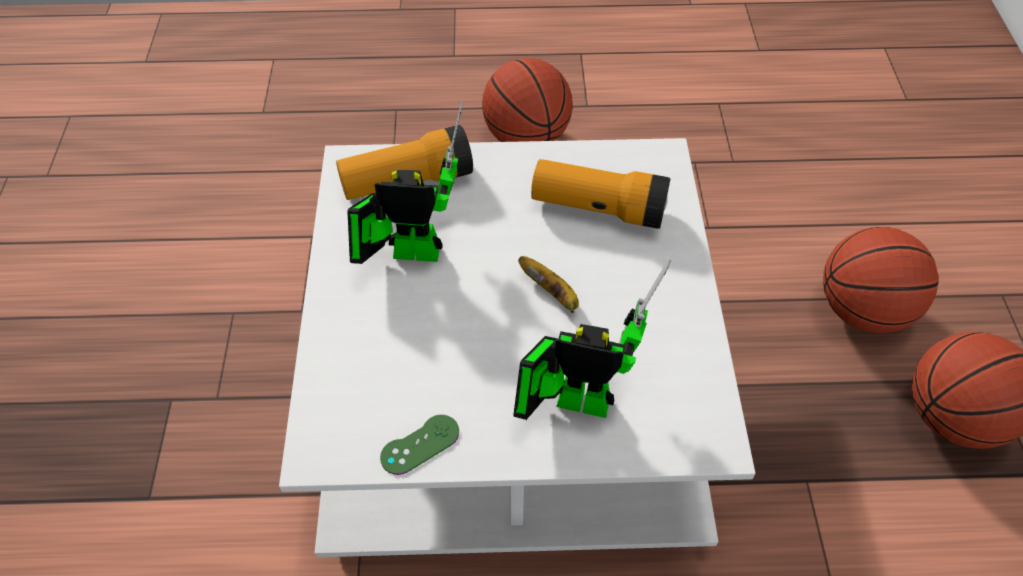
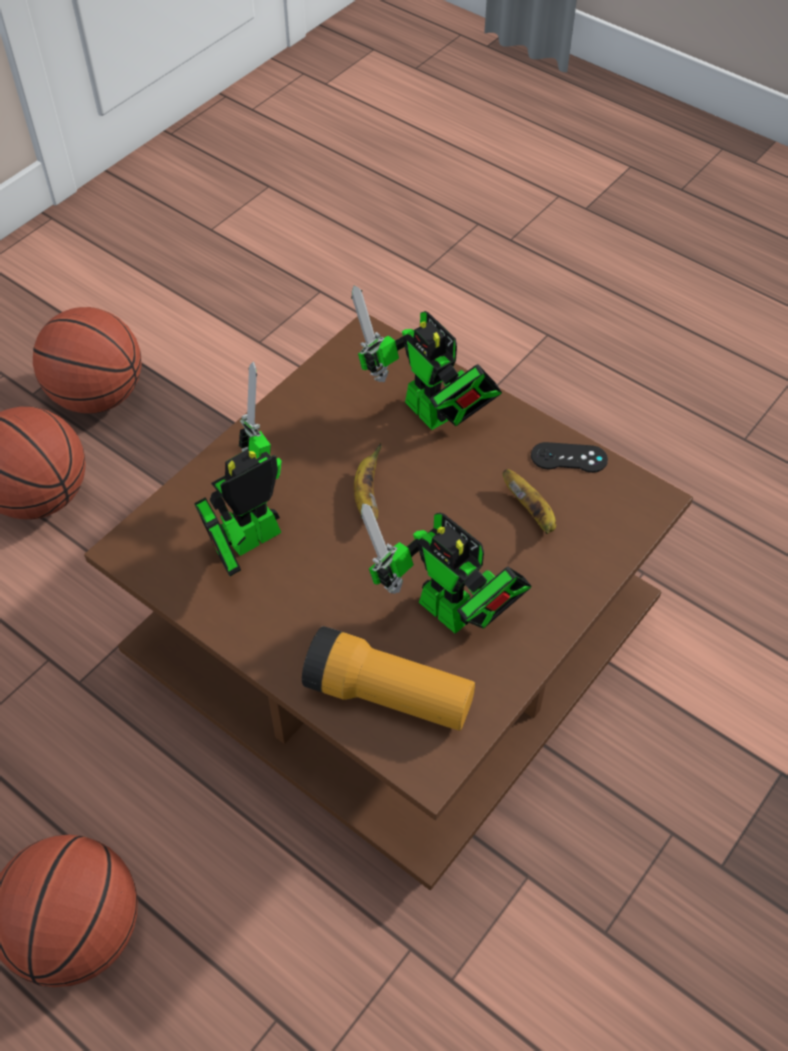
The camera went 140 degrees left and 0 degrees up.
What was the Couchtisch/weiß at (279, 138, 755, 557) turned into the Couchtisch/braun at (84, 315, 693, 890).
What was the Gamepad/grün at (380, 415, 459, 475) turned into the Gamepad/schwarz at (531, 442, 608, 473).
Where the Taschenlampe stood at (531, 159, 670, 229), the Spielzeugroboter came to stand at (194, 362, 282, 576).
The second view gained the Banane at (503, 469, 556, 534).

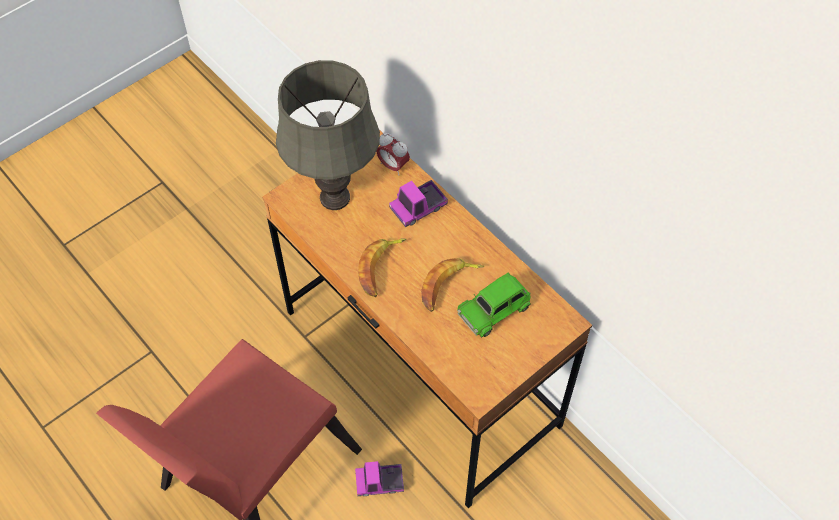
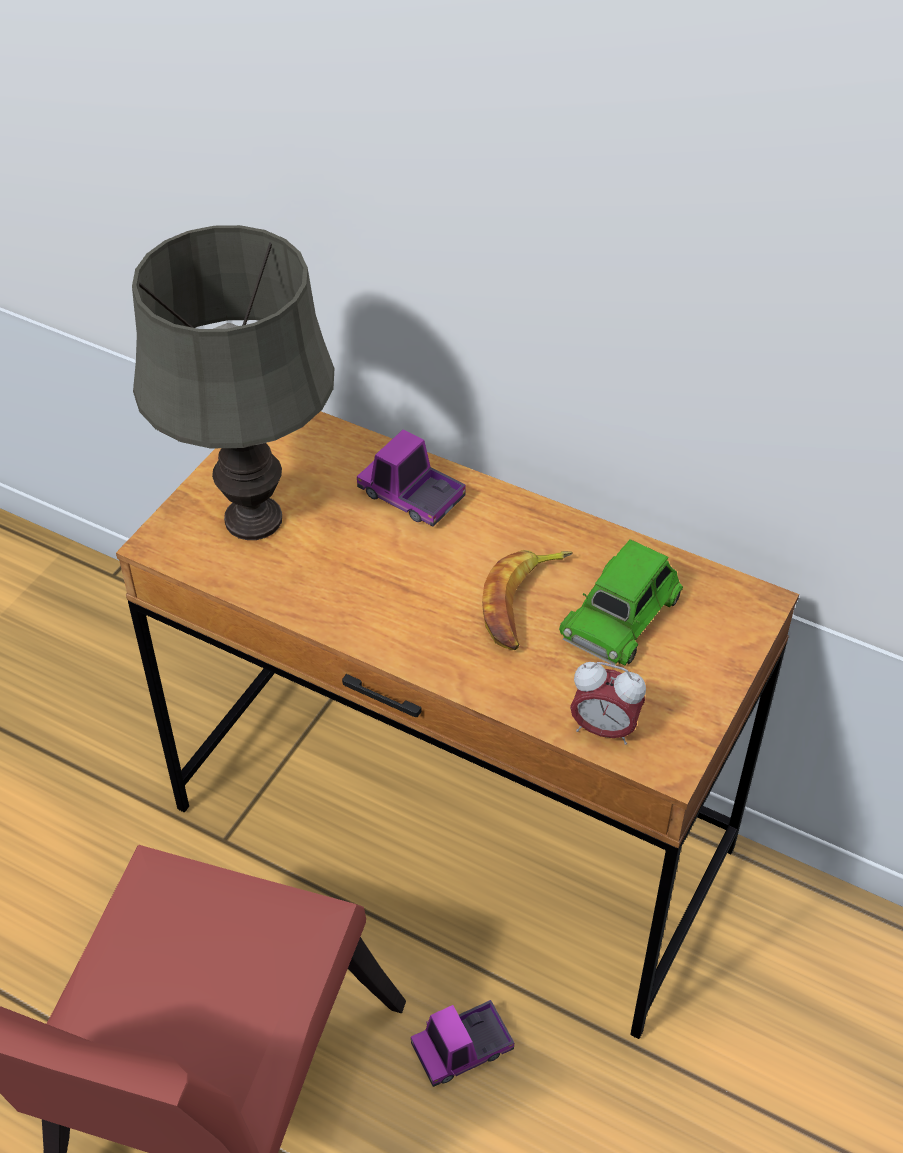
The camera went 20 degrees left and 10 degrees down.
The second view lost the Banane at (358, 238, 407, 297).
The Wecker ended up elsewhere, having gone from (376, 133, 410, 175) to (570, 662, 646, 745).
The Spielzeuglaster at (389, 180, 448, 227) ended up facing another way, 90 degrees clockwise from before.

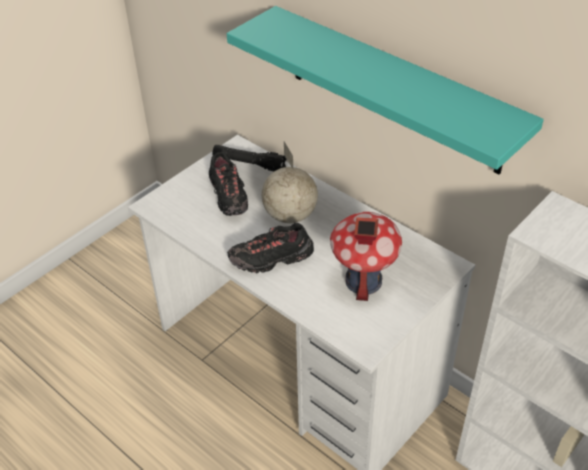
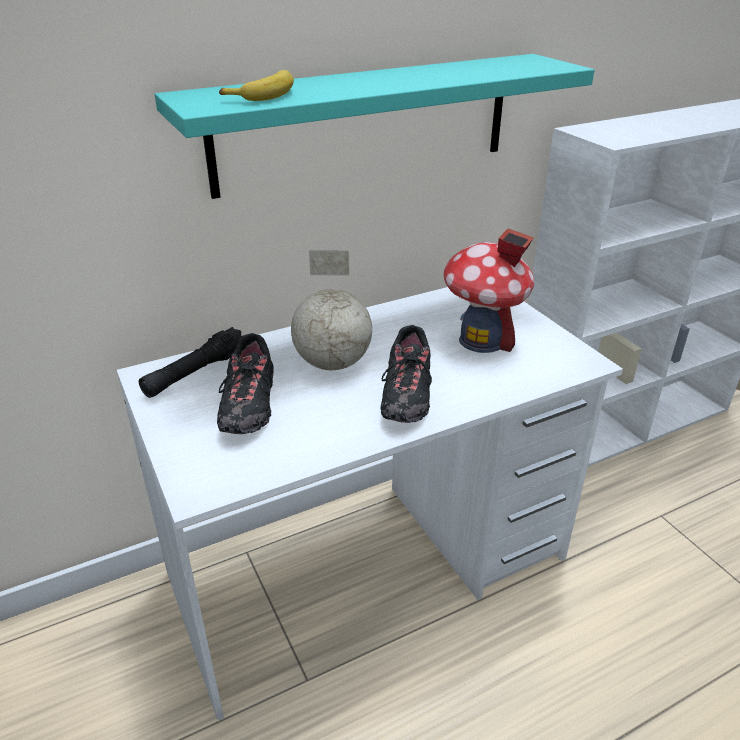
The camera went 70 degrees left and 10 degrees down.
The Schuh/schwarz at (209, 152, 248, 216) ended up facing another way, 90 degrees clockwise from before.
The second view gained the Banane at (219, 70, 294, 101).

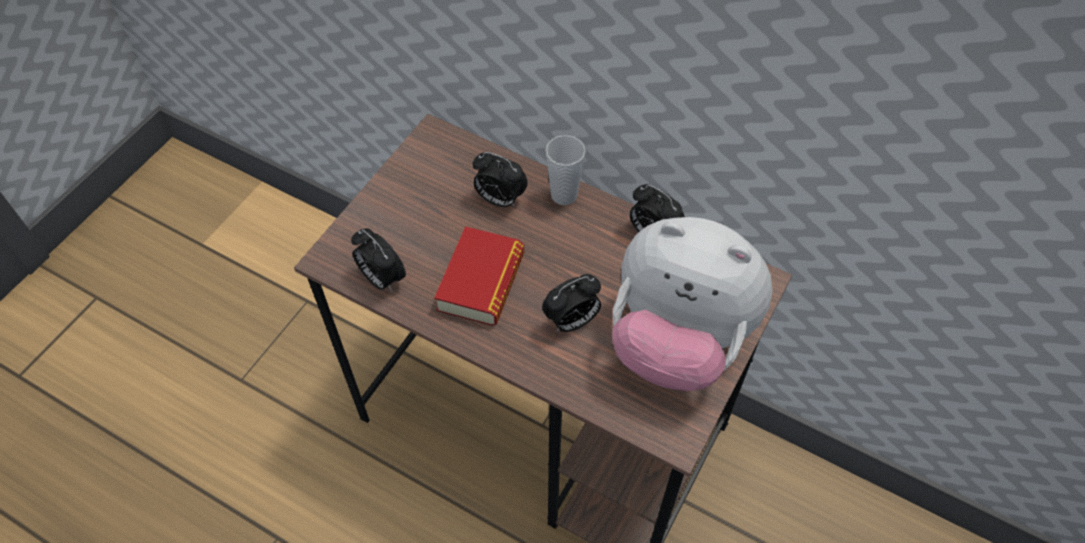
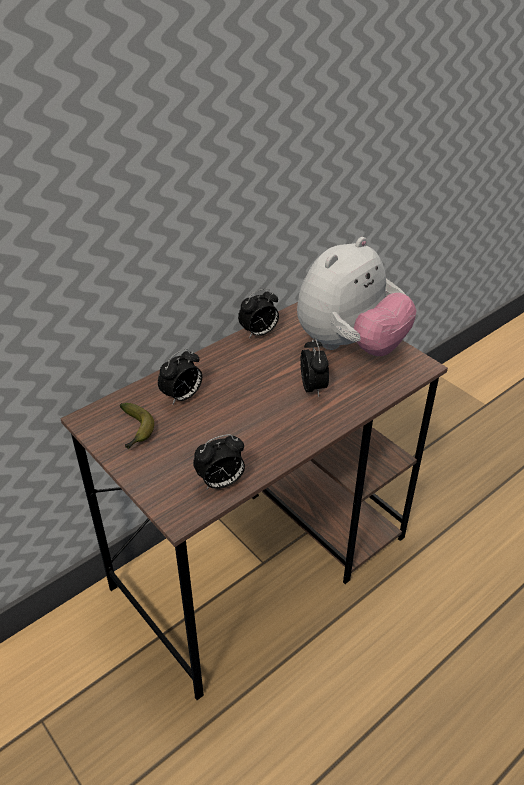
The camera went 70 degrees left and 15 degrees down.
The second view lost the Buch at (434, 226, 524, 326).
The second view lost the Tasse at (546, 135, 586, 205).
The second view gained the Banane at (120, 403, 154, 449).

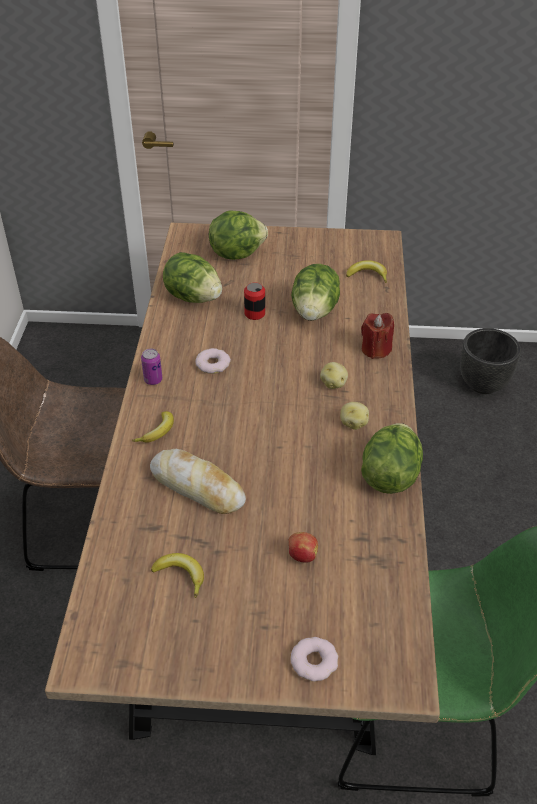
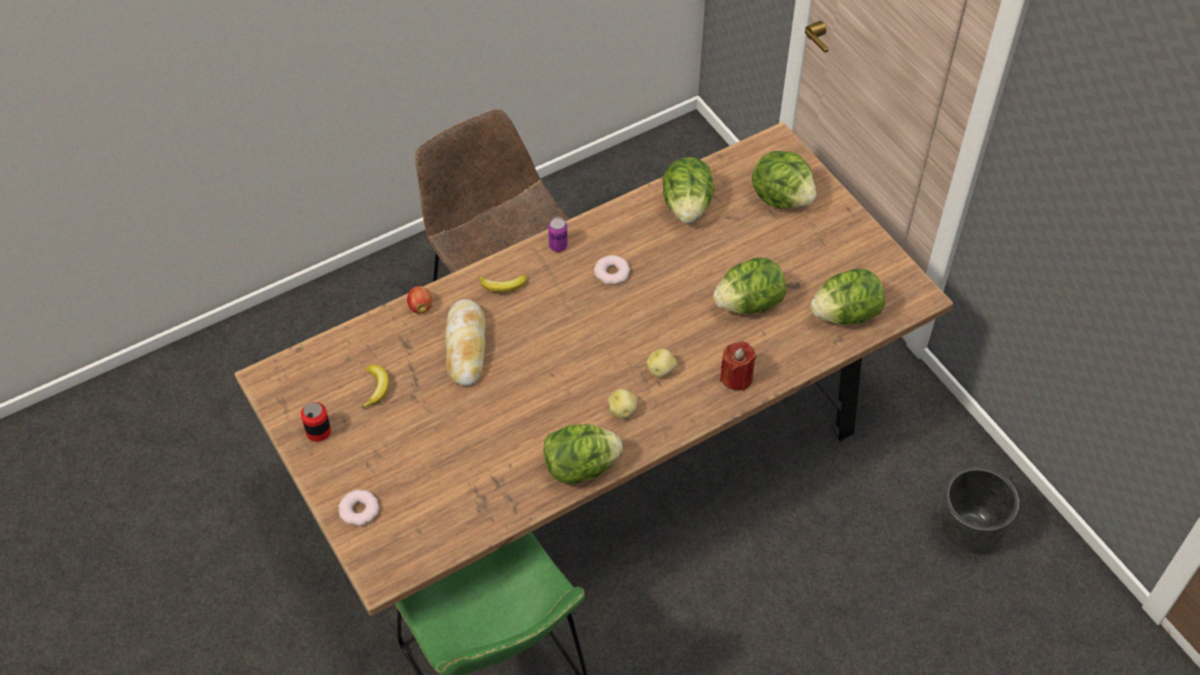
The camera went 55 degrees right and 10 degrees up.
The Dose ended up elsewhere, having gone from (244, 283, 265, 320) to (301, 402, 331, 442).
The Apfel ended up elsewhere, having gone from (289, 532, 318, 563) to (407, 286, 432, 313).
Where the Banane stood at (346, 260, 387, 283), the Salatkopf came to stand at (811, 269, 885, 325).

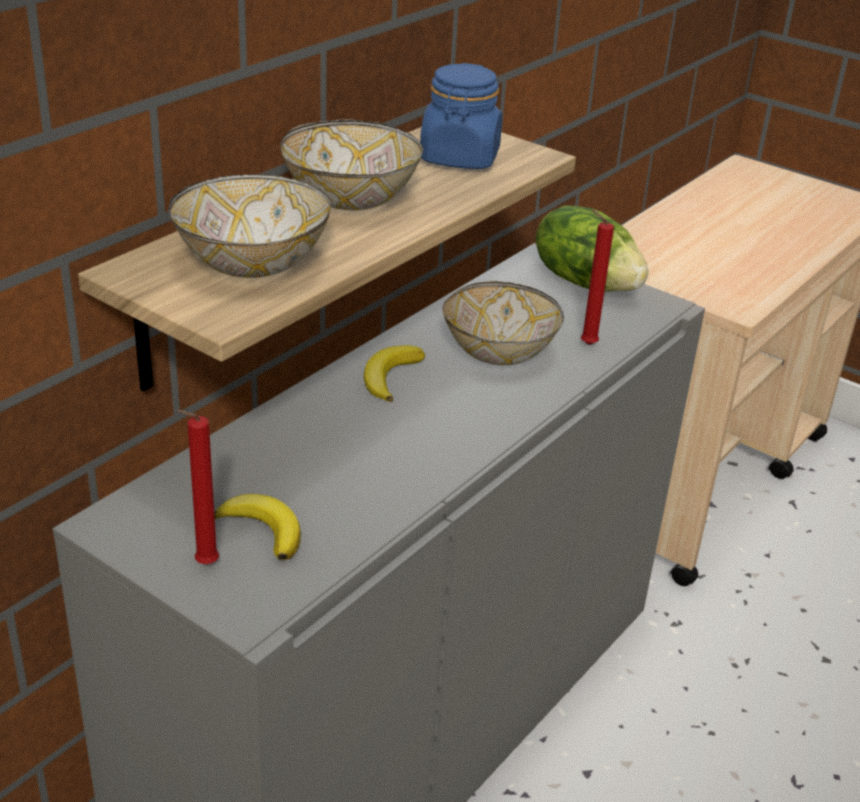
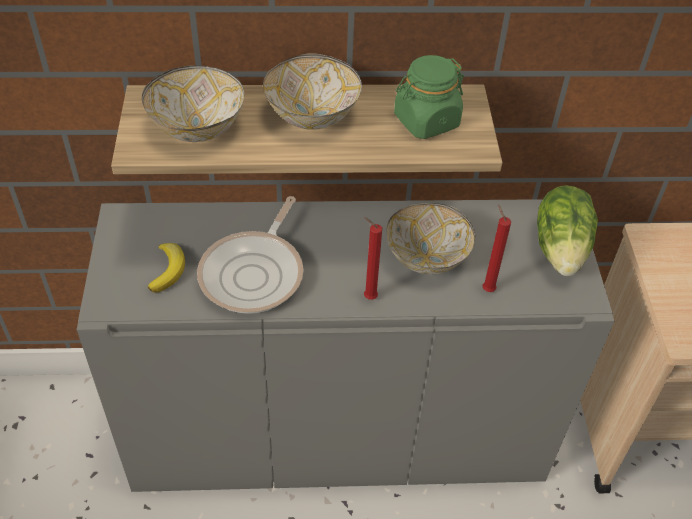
The camera went 50 degrees right and 15 degrees up.
The Kerze/rot ended up elsewhere, having gone from (177, 410, 219, 564) to (364, 217, 382, 300).
The second view lost the Banane at (364, 345, 425, 402).
What was the Vorratsglas/blau at (420, 63, 502, 169) turned into the Vorratsglas/grün at (394, 55, 464, 139).
The second view gained the Pfanne at (197, 196, 303, 314).

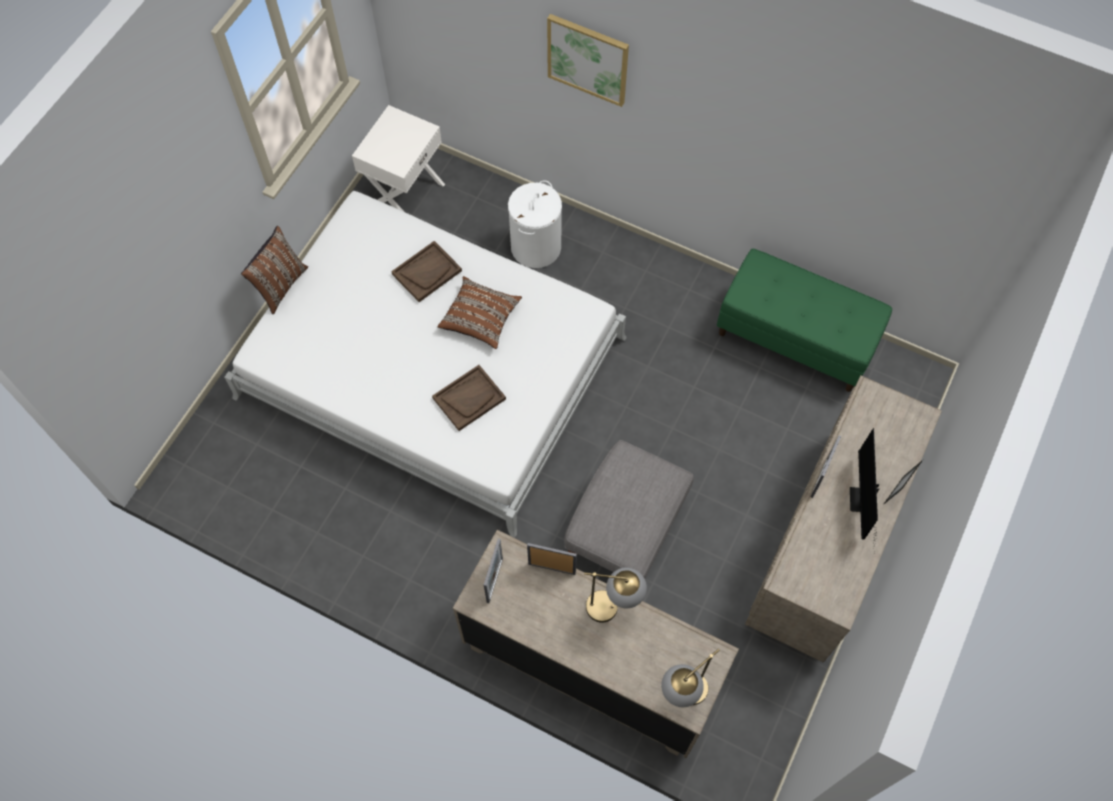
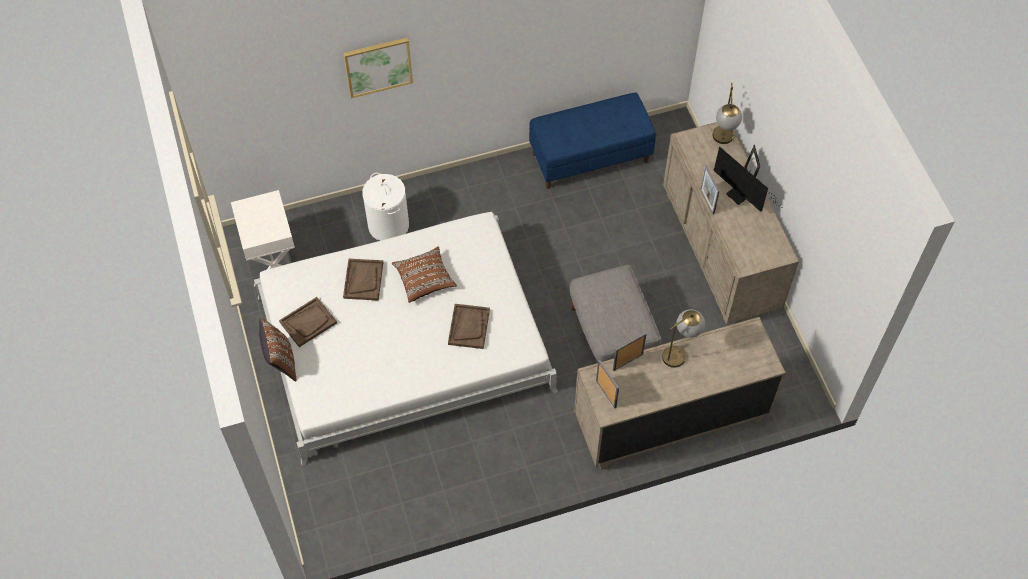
The camera went 45 degrees left and 5 degrees down.
The Tischlampe ended up elsewhere, having gone from (661, 649, 720, 707) to (713, 83, 742, 144).
What was the Bank/grün at (717, 249, 892, 392) turned into the Bank/blau at (529, 92, 656, 189).
The second view gained the Tablett/braun at (279, 297, 337, 347).

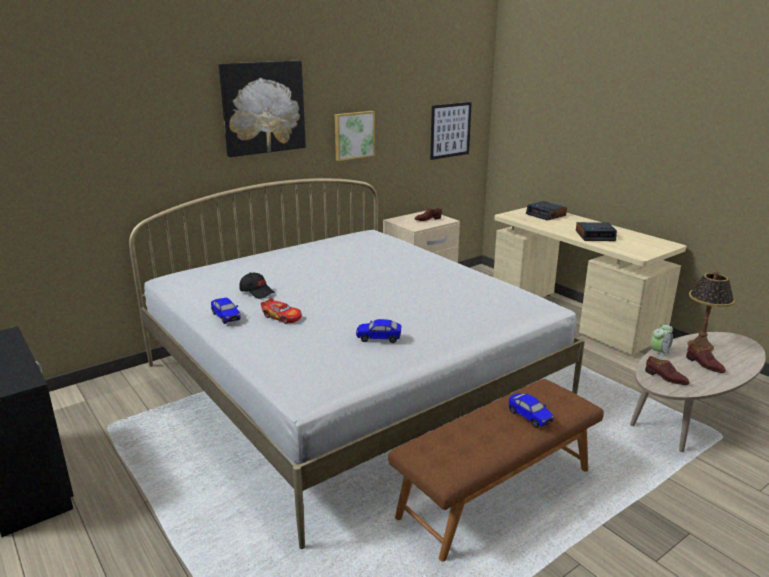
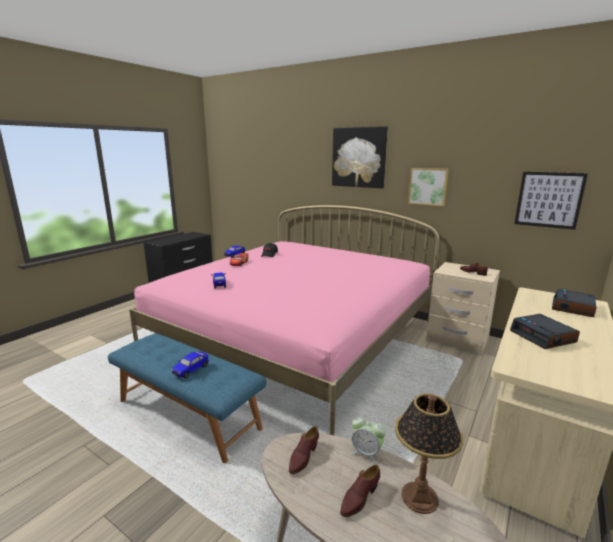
The camera went 70 degrees right and 5 degrees down.
What was the Bett/weiß at (129, 178, 585, 549) turned into the Bett/rosa at (129, 205, 439, 435).
What was the Bank/braun at (388, 379, 604, 562) turned into the Bank/blau at (108, 333, 266, 463).

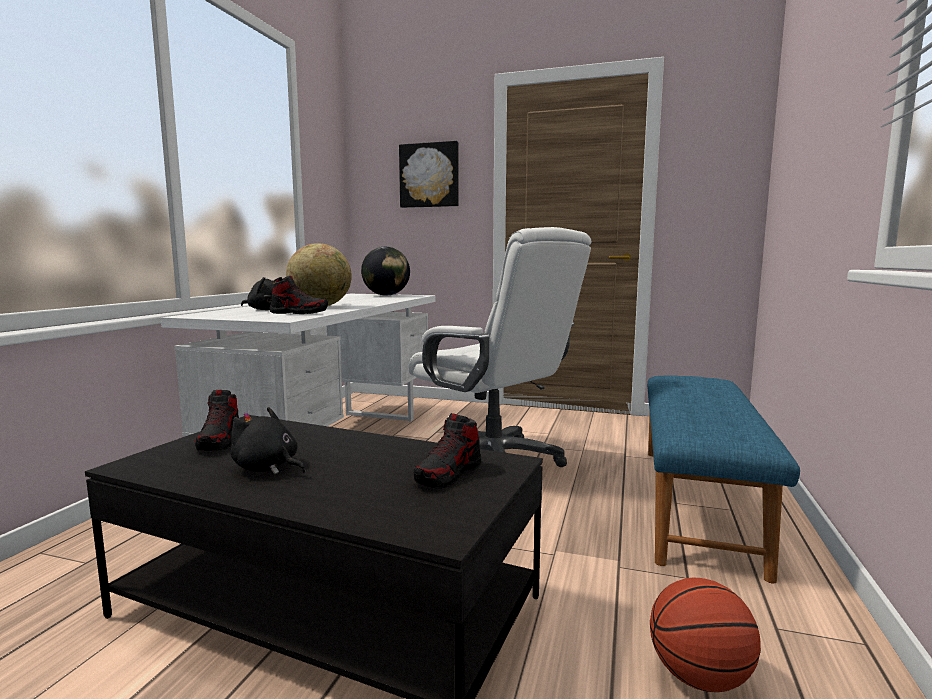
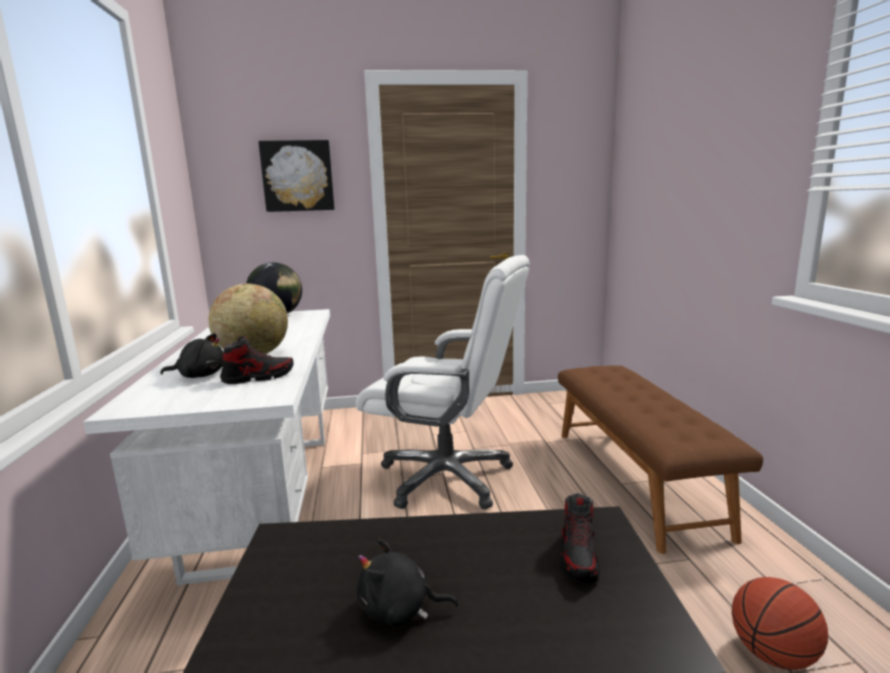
The camera went 25 degrees left and 5 degrees up.
The second view lost the Schuh at (195, 390, 239, 451).
What was the Bank/blau at (647, 375, 800, 583) turned into the Bank/braun at (558, 366, 763, 554).

